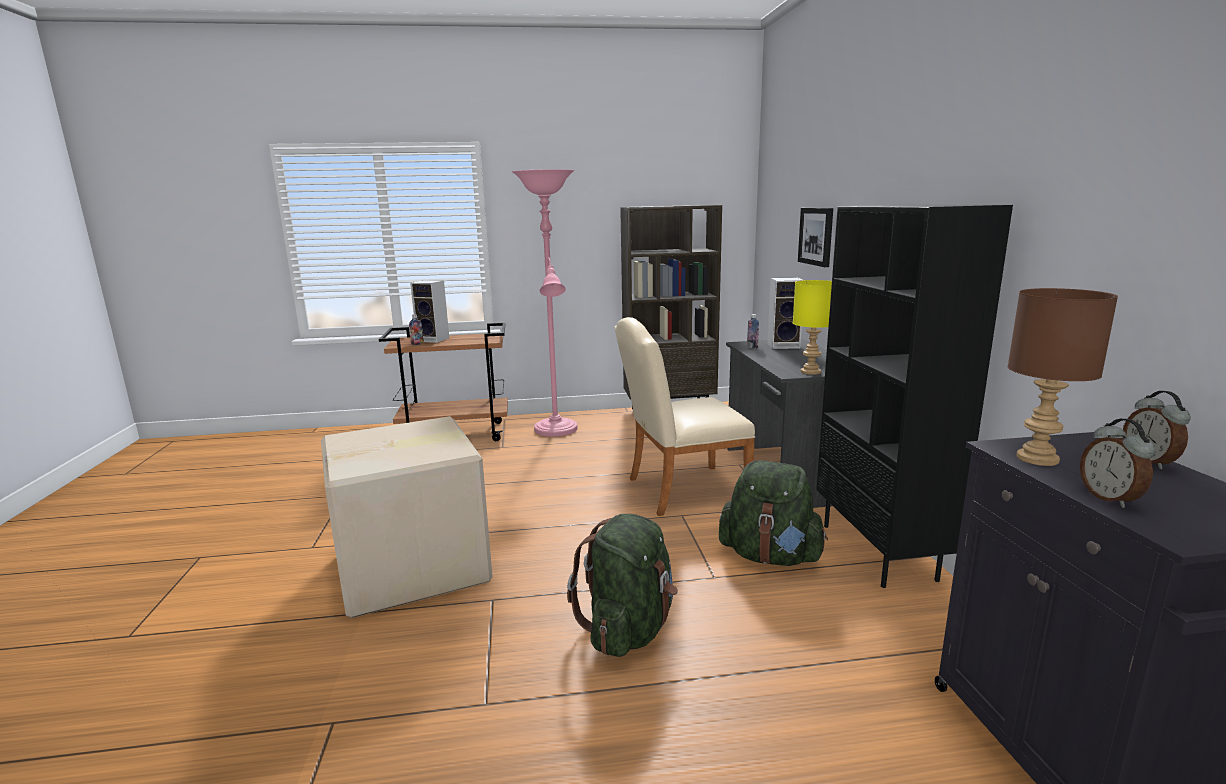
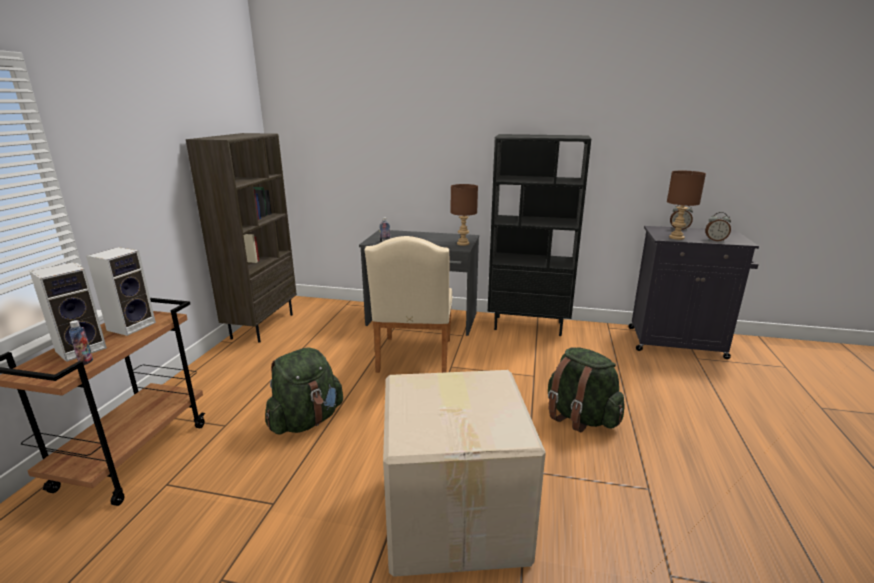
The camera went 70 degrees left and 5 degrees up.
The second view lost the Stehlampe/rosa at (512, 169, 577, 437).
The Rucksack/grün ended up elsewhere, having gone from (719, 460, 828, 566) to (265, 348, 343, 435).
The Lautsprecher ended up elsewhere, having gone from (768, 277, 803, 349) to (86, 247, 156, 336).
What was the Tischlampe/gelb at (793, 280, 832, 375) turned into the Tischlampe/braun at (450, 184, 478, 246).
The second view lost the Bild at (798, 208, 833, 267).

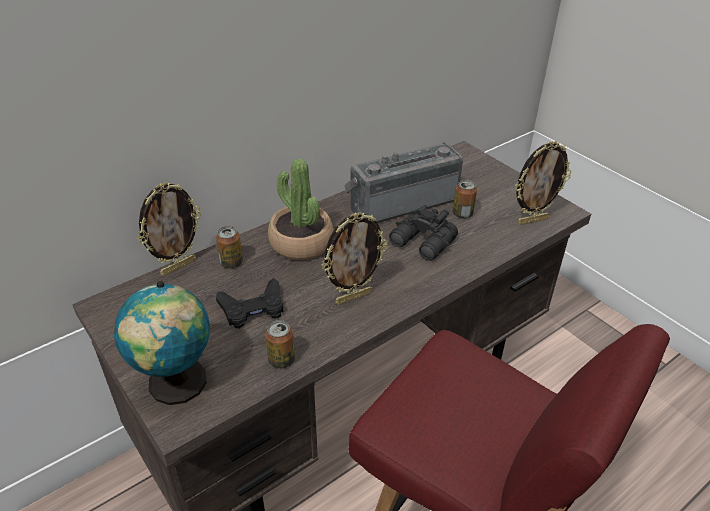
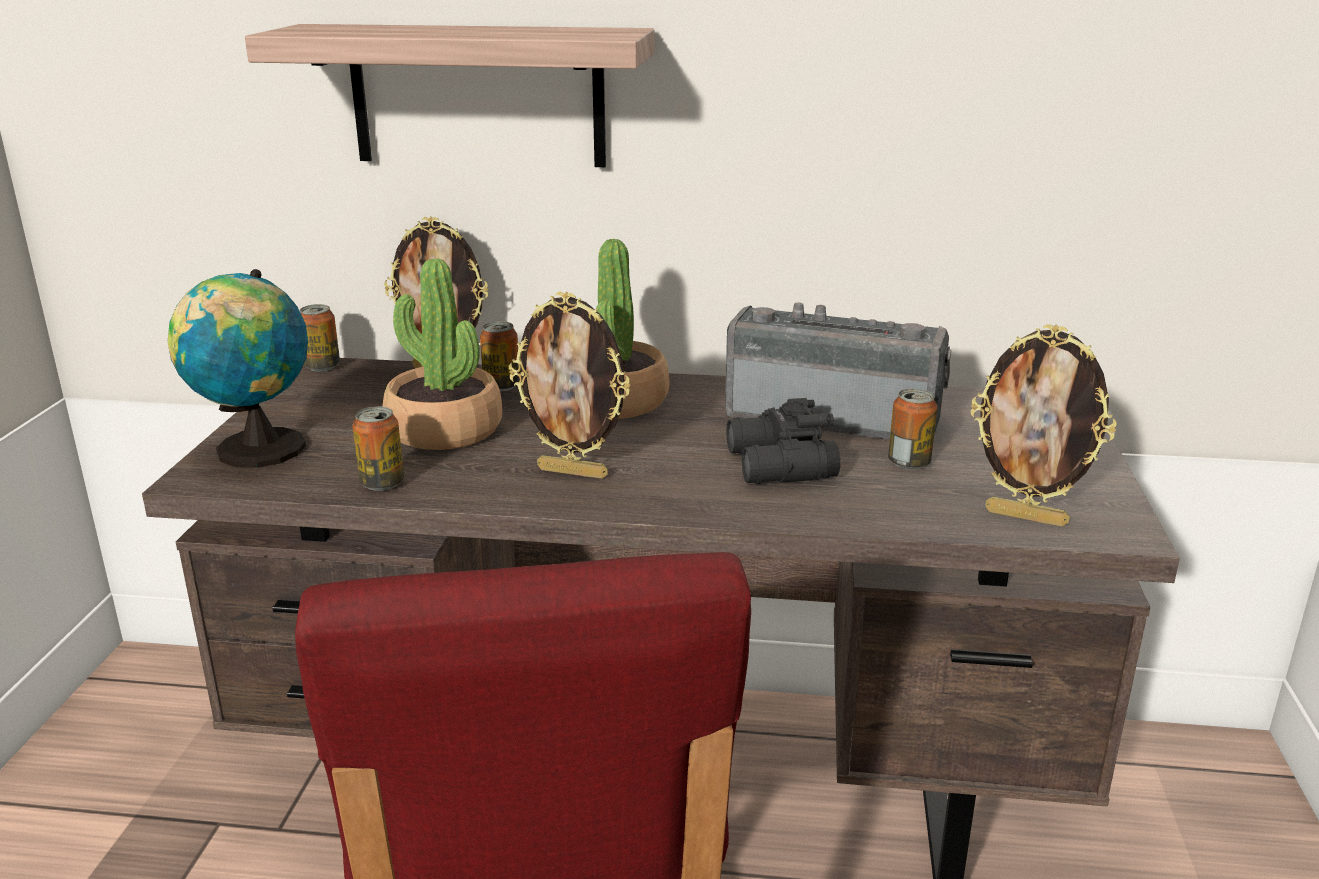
The camera went 45 degrees right and 15 degrees down.
Where the Gamepad/schwarz stood at (216, 278, 284, 328), the Topfpflanze came to stand at (382, 258, 502, 450).
The second view gained the Wandregal at (245, 24, 655, 167).
The second view gained the Dose at (300, 304, 340, 372).

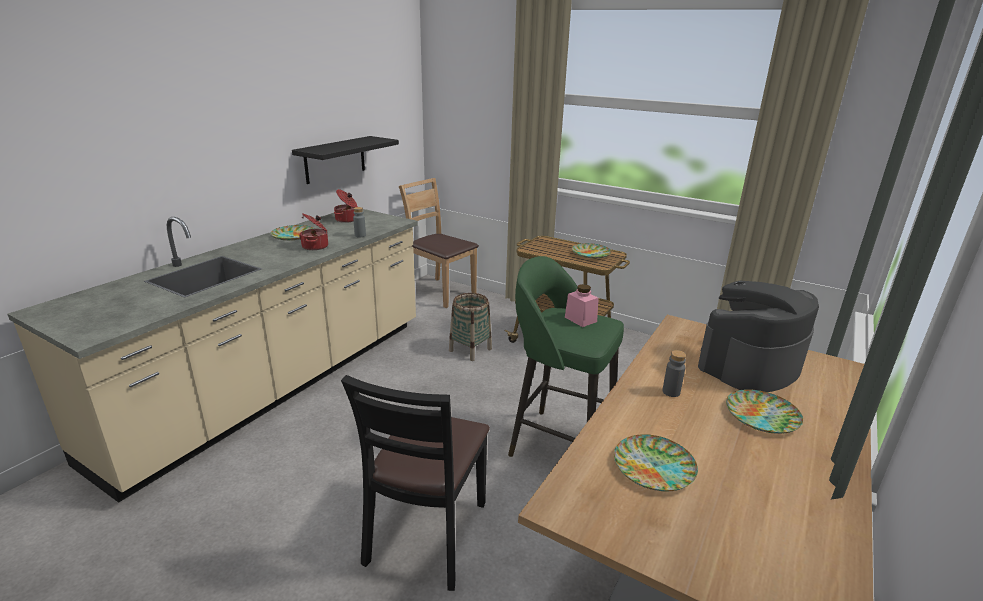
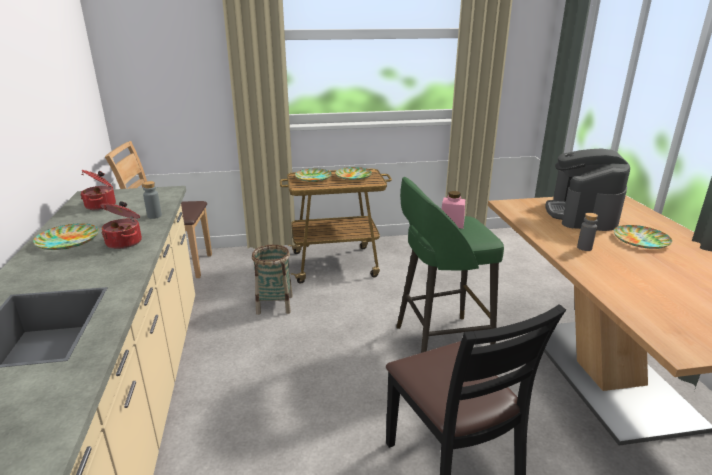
The camera went 40 degrees left and 0 degrees up.
The second view lost the Wandregal/schwarz at (292, 136, 399, 184).
The Teller ended up elsewhere, having gone from (614, 434, 698, 491) to (295, 169, 332, 182).

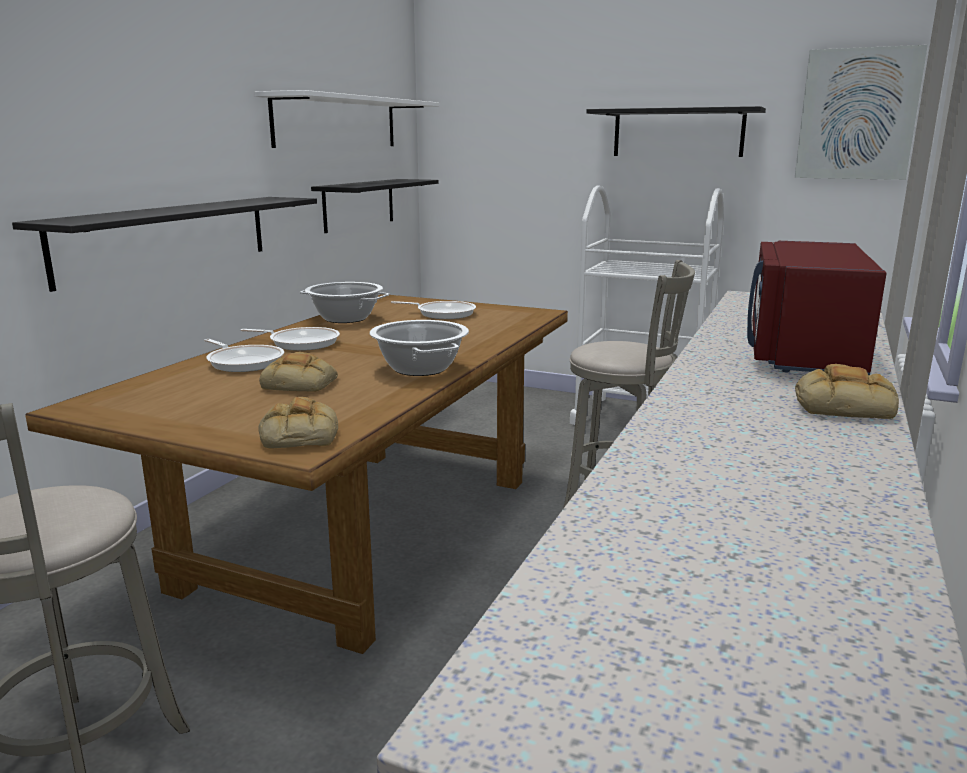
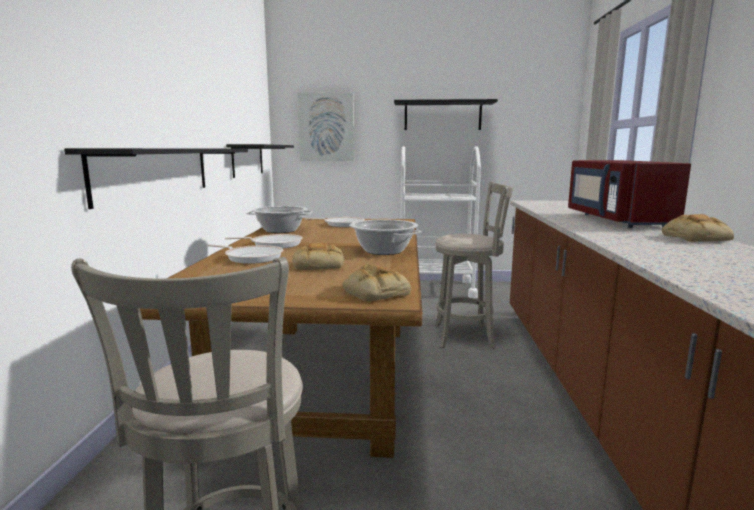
The camera went 20 degrees left and 5 degrees down.
The second view lost the Wandregal/weiß at (254, 90, 439, 148).
The Bild ended up elsewhere, having gone from (795, 45, 928, 180) to (298, 93, 354, 161).

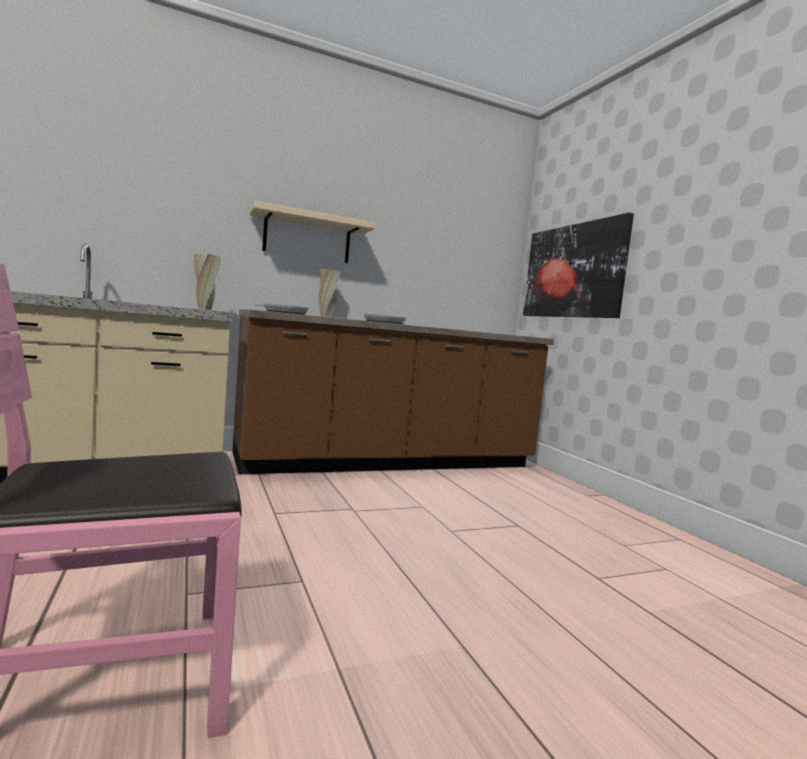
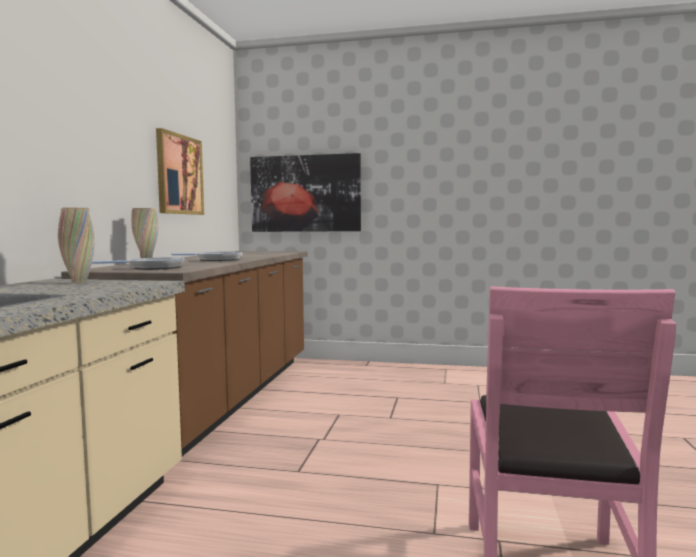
The camera went 55 degrees left and 0 degrees up.
The second view lost the Wandregal/beige at (249, 201, 376, 263).
The second view gained the Bild at (156, 128, 204, 215).

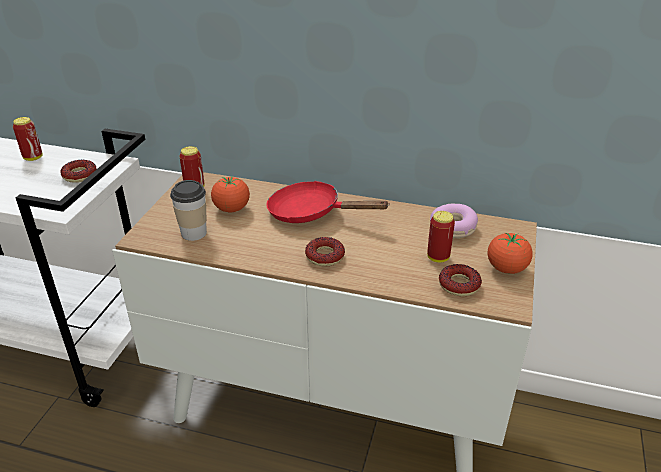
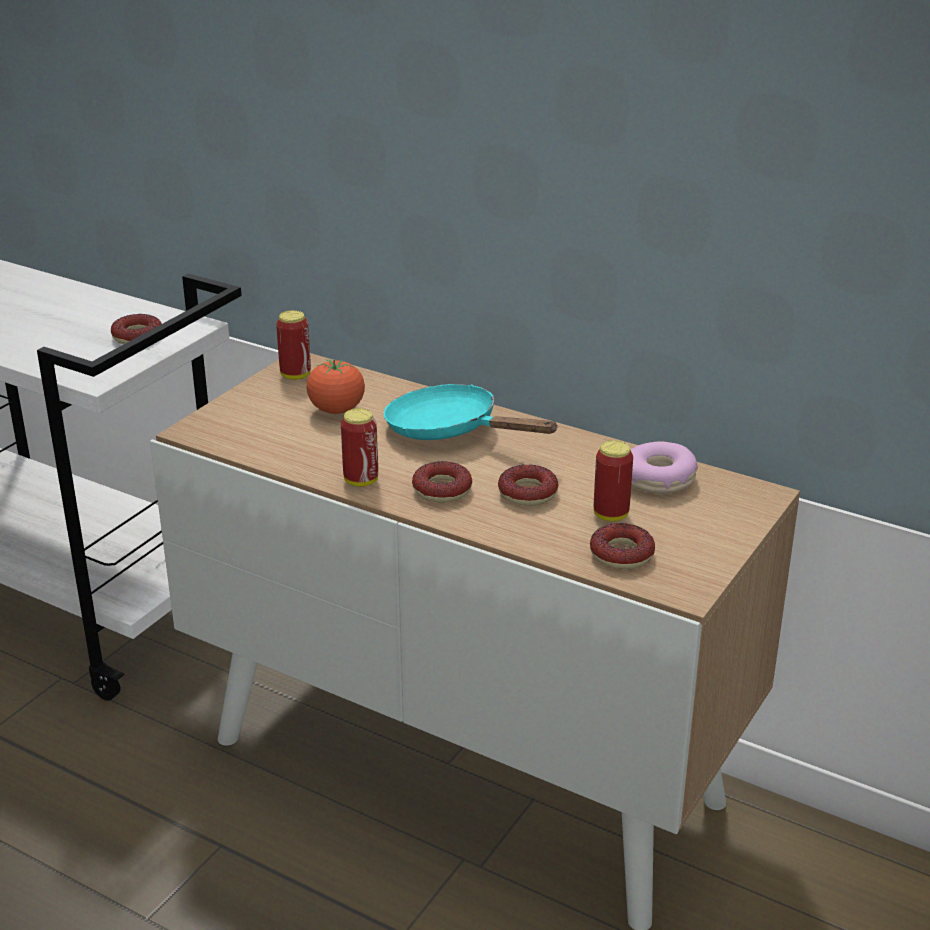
The camera went 15 degrees right and 5 degrees down.
The Dose ended up elsewhere, having gone from (13, 117, 43, 161) to (341, 408, 378, 487).
The second view lost the Tasse at (170, 180, 207, 241).
What was the Pfanne/rot at (266, 181, 390, 223) turned into the Pfanne/türkis at (384, 384, 558, 440).
The second view lost the Tomate at (487, 233, 533, 274).
The second view gained the Donut at (498, 464, 558, 506).

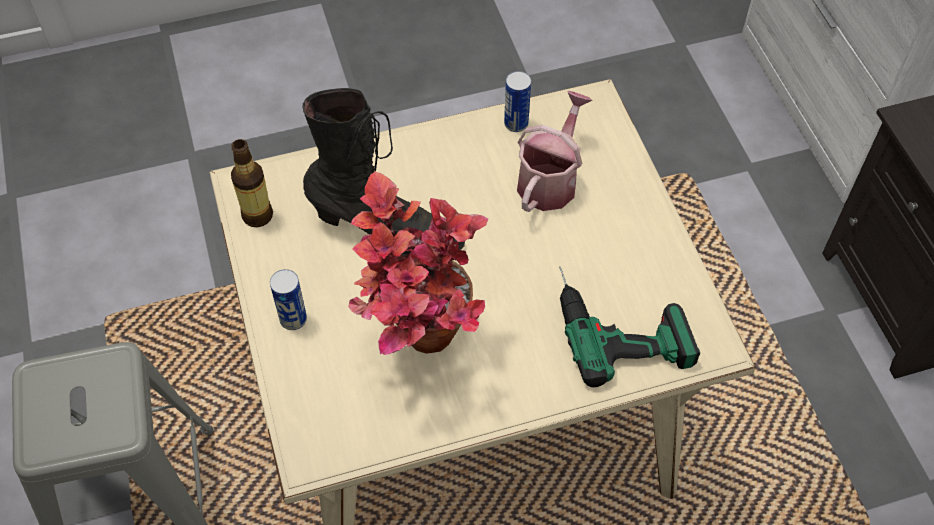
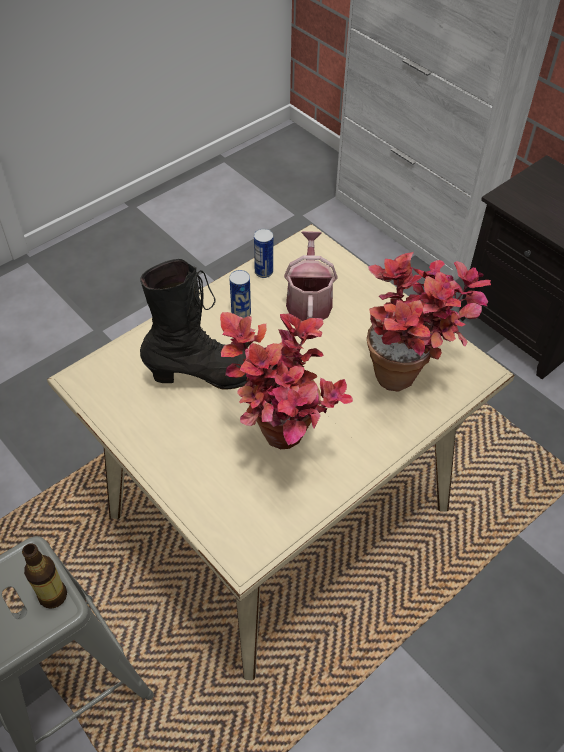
The camera went 25 degrees left and 5 degrees down.
The Flasche ended up elsewhere, having gone from (231, 139, 273, 227) to (22, 543, 67, 609).
The Dose ended up elsewhere, having gone from (270, 269, 307, 330) to (229, 270, 251, 318).
Where the Bohrmaschine stood at (559, 266, 700, 387), the Topfpflanze came to stand at (367, 252, 491, 392).

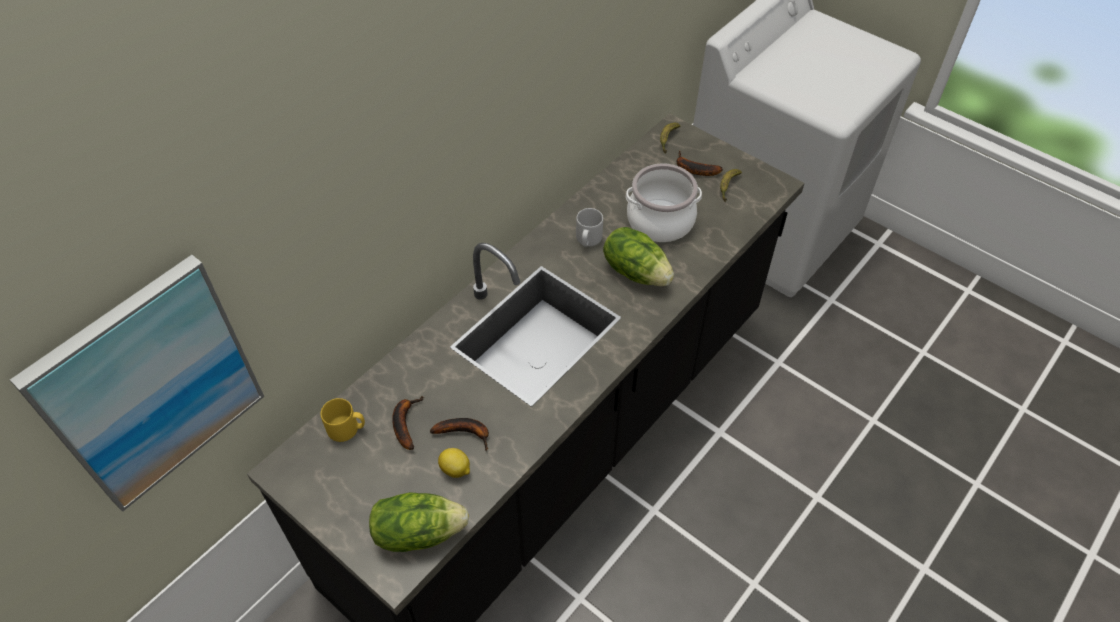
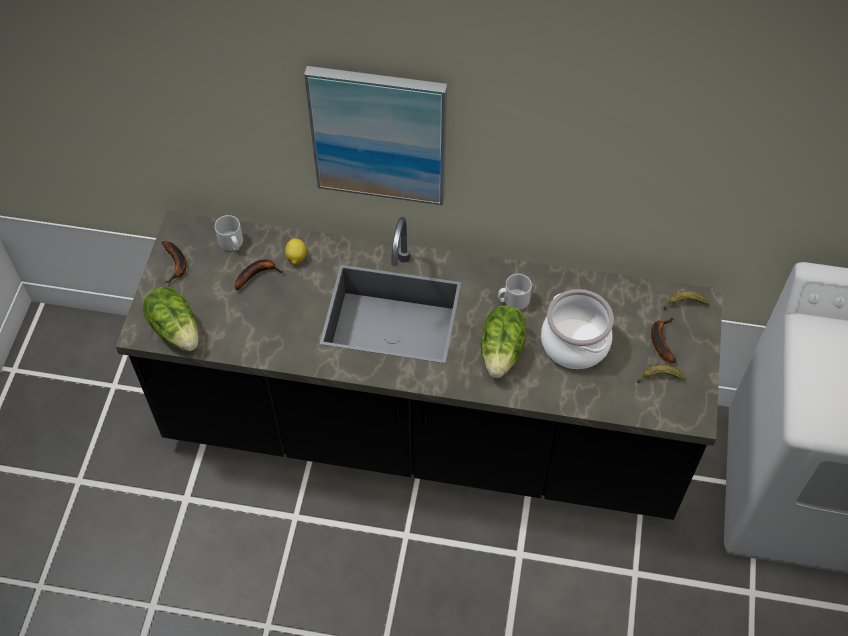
The camera went 60 degrees right and 5 degrees up.
The Bild ended up elsewhere, having gone from (10, 255, 264, 512) to (304, 66, 447, 205).
What was the Henkelbecher/gelb at (321, 398, 365, 442) turned into the Henkelbecher/grau at (215, 215, 243, 251).
The Banane ended up elsewhere, having gone from (430, 418, 489, 451) to (161, 241, 186, 283).
The Zitrone ended up elsewhere, having gone from (438, 448, 470, 478) to (285, 238, 307, 265).

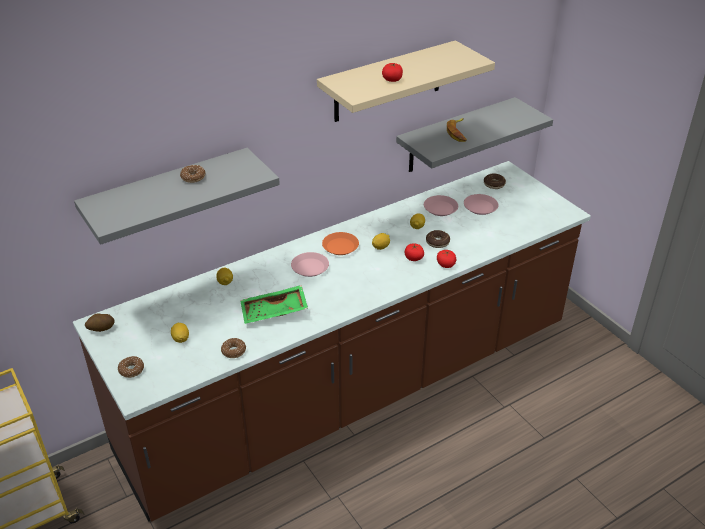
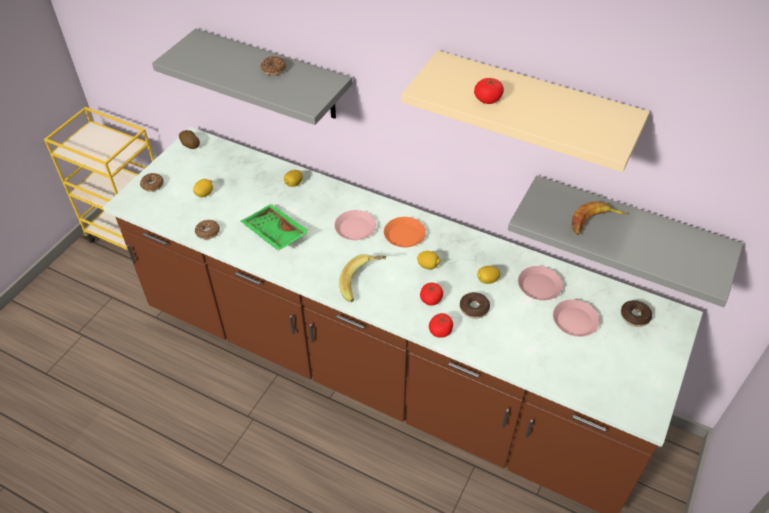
The camera went 60 degrees right and 10 degrees up.
The second view gained the Banane at (339, 254, 386, 302).

